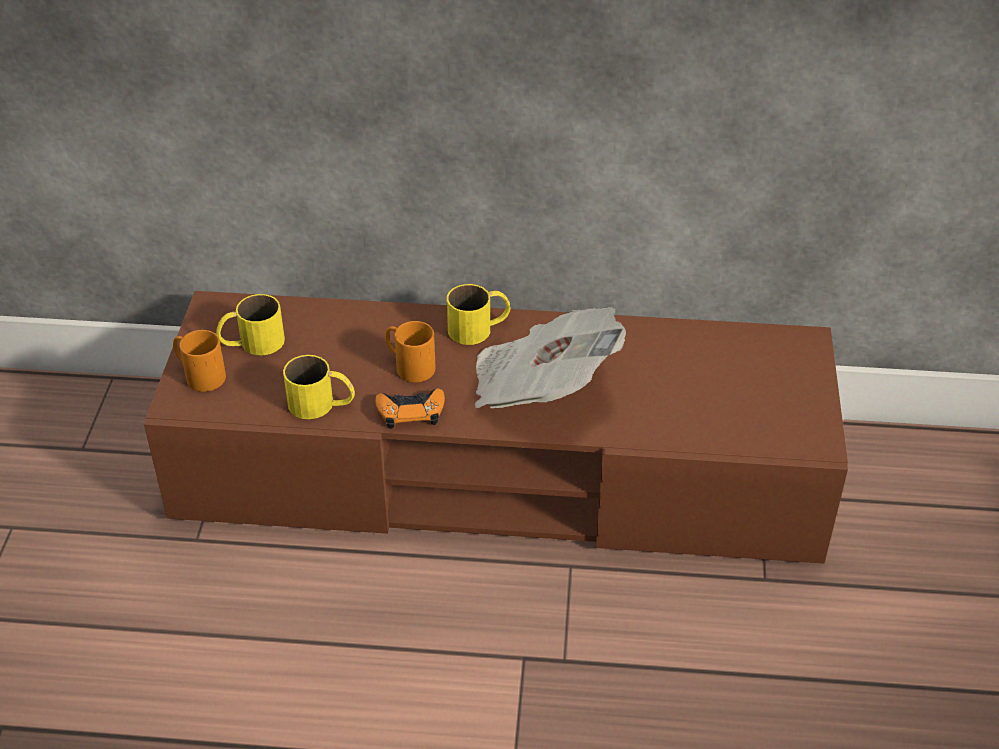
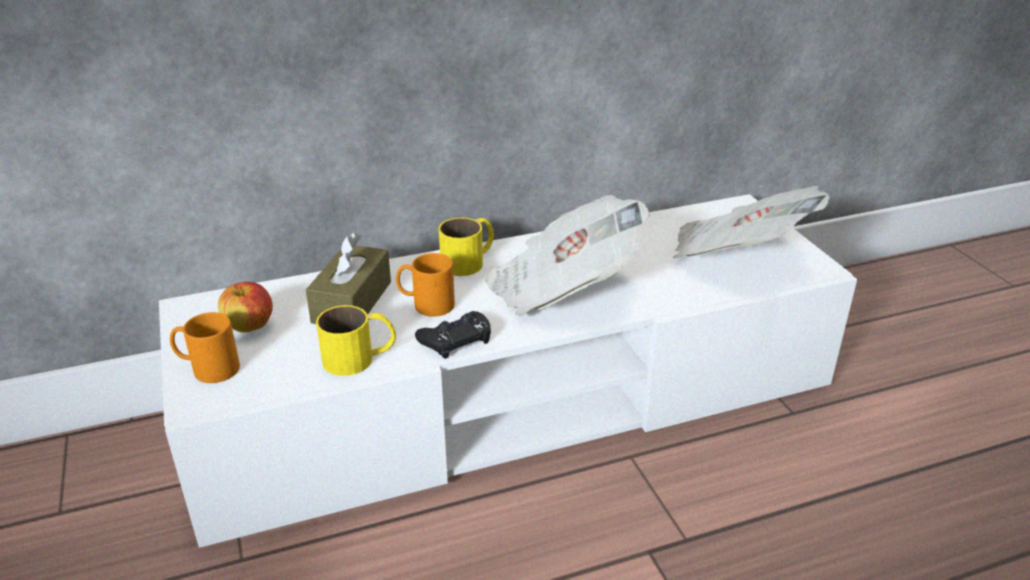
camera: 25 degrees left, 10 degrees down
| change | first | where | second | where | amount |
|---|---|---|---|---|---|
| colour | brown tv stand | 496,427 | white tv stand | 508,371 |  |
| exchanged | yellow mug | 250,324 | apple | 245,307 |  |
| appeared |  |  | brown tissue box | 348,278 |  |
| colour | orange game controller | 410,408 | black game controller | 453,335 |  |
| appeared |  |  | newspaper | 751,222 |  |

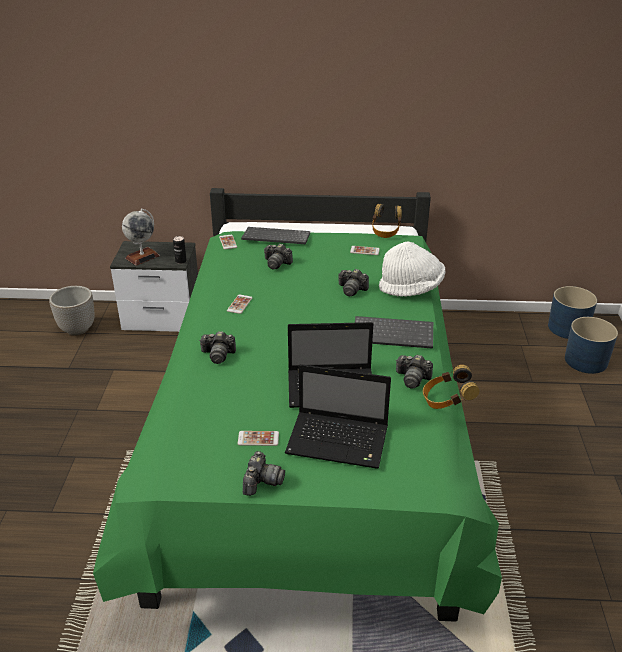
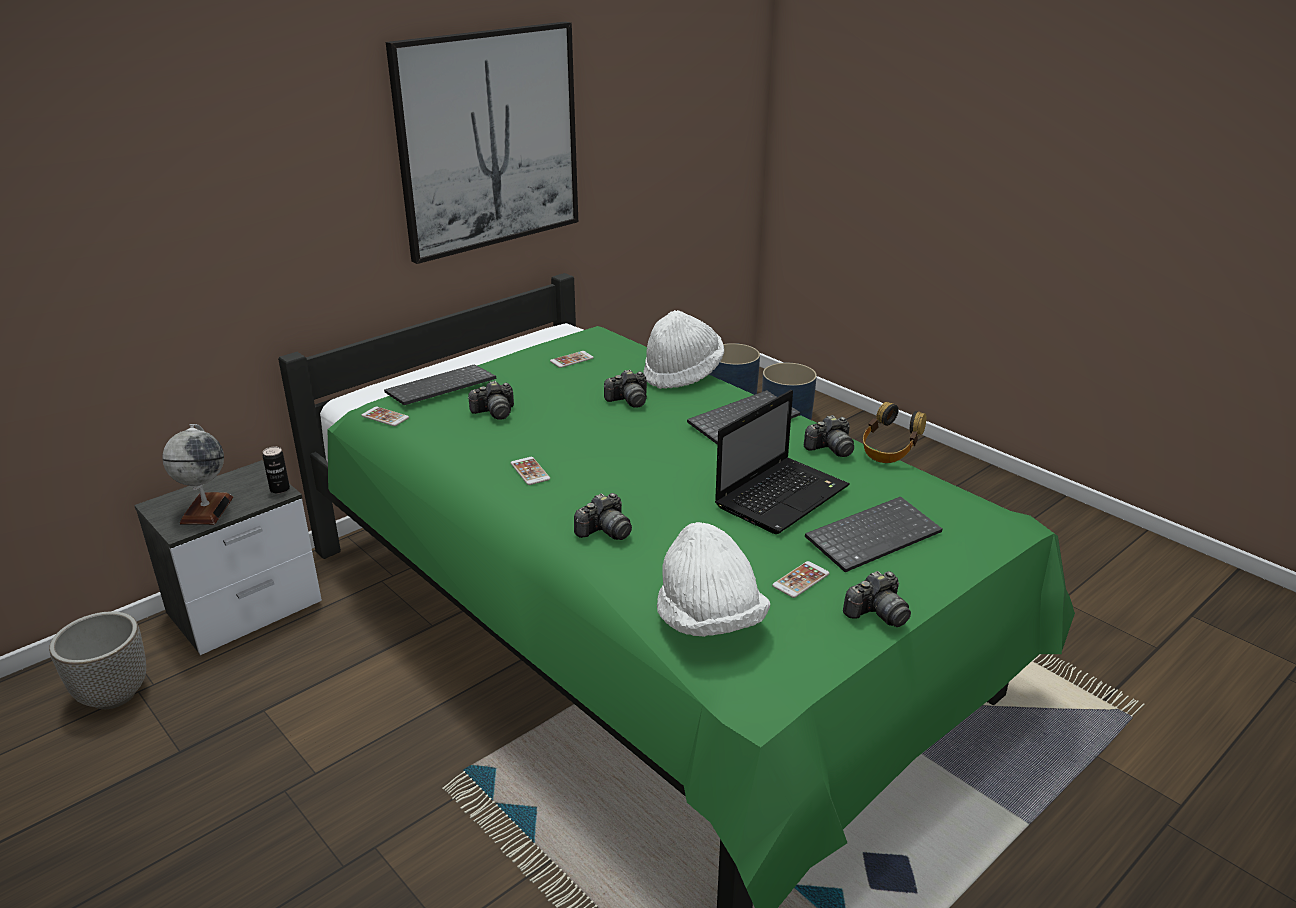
camera: 45 degrees left, 5 degrees down
| change | first | where | second | where | amount |
|---|---|---|---|---|---|
| appeared |  |  | picture | 482,143 |  |
| appeared |  |  | white hat | 713,579 |  |
| exchanged | laptop | 338,416 | keyboard | 874,534 |  |
| spun | photo camera | 264,473 |  | 877,599 | 90 degrees clockwise |
| missing | headphones | 387,221 |  |  |  |

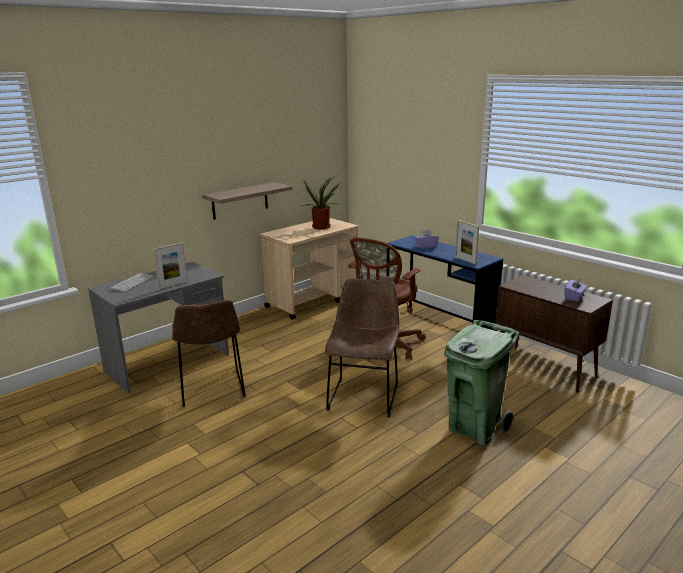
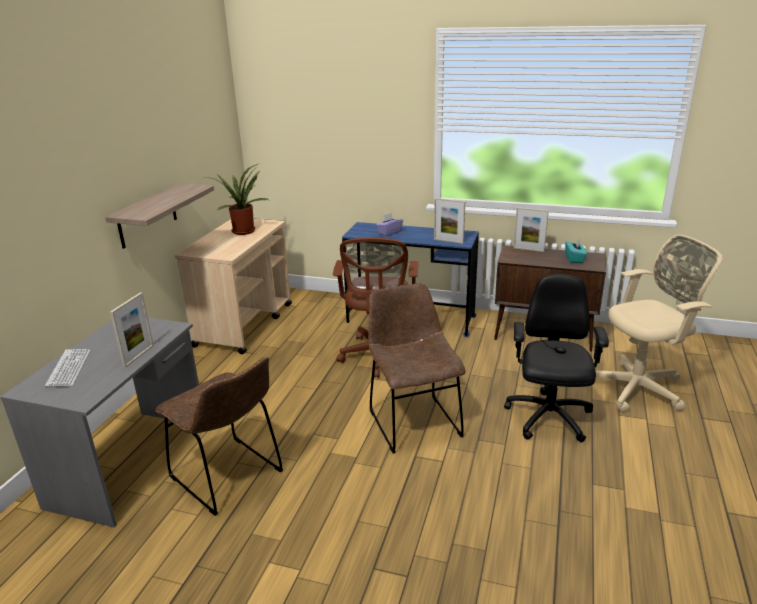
camera: 30 degrees left, 5 degrees up
| change | first | where | second | where | amount |
|---|---|---|---|---|---|
| exchanged | green trash can | 482,383 | black office chair | 556,358 |  |
| appeared |  |  | picture frame | 531,229 |  |
| colour | purple tissue box | 575,290 | turquoise tissue box | 576,251 |  |
| appeared |  |  | beige office chair | 659,324 |  |

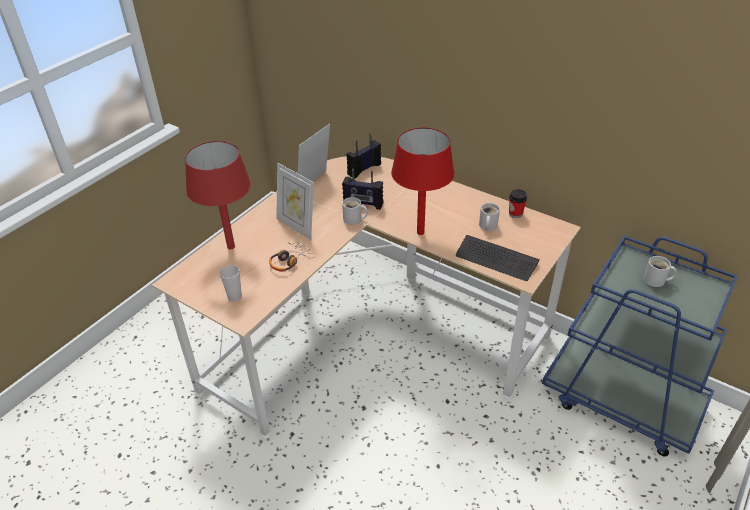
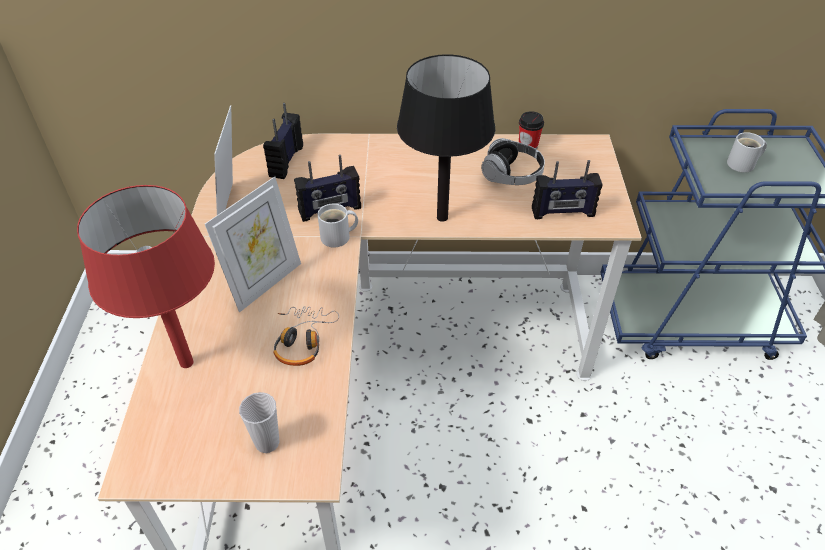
camera: 35 degrees left, 5 degrees up
| change | first | where | second | where | amount |
|---|---|---|---|---|---|
| spun | picture frame | 295,201 |  | 253,244 | 60 degrees counterclockwise |
| colour | red table lamp | 422,181 | black table lamp | 446,138 |  |
| exchanged | white mug | 489,217 | headphones | 513,161 |  |
| exchanged | keyboard | 498,258 | radio | 567,189 |  |

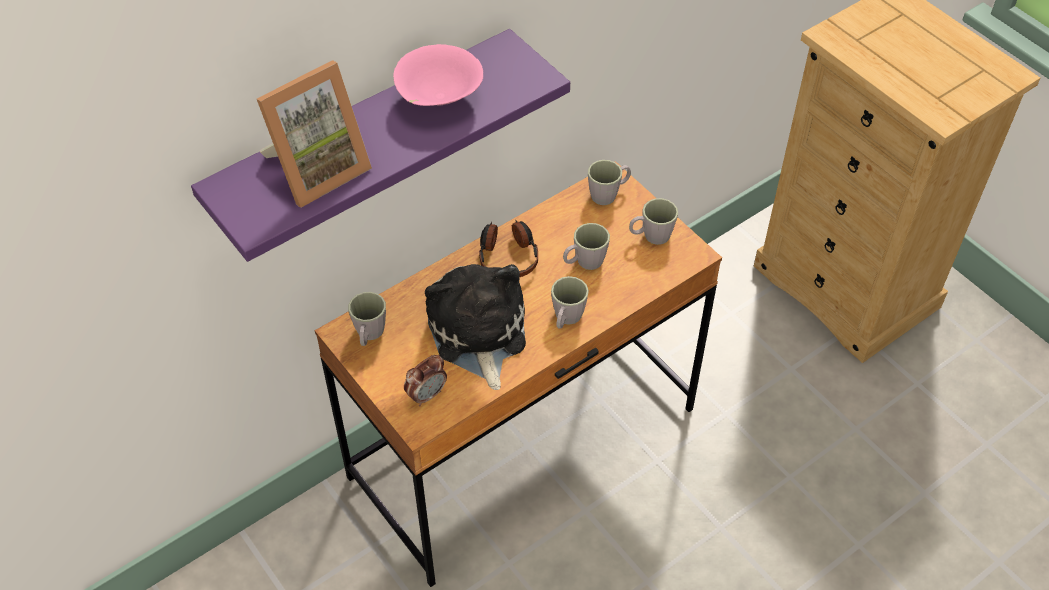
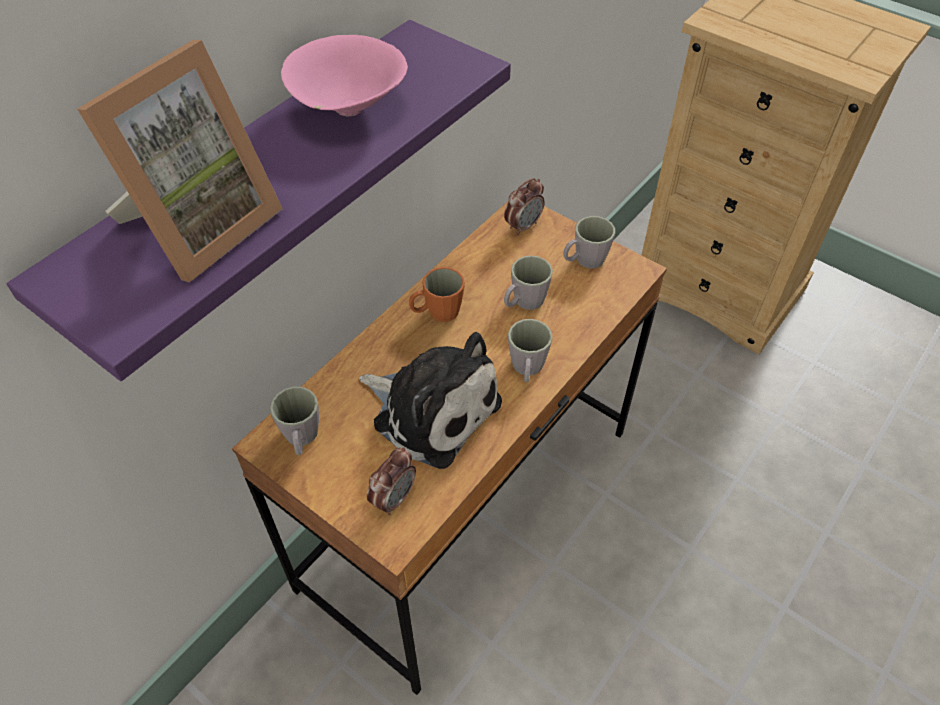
camera: 15 degrees left, 0 degrees up
| change | first | where | second | where | amount |
|---|---|---|---|---|---|
| spun | plush toy | 475,327 |  | 430,400 | 150 degrees clockwise |
| exchanged | headphones | 508,248 | orange mug | 437,294 |  |
| exchanged | grey mug | 609,182 | alarm clock | 524,207 |  |

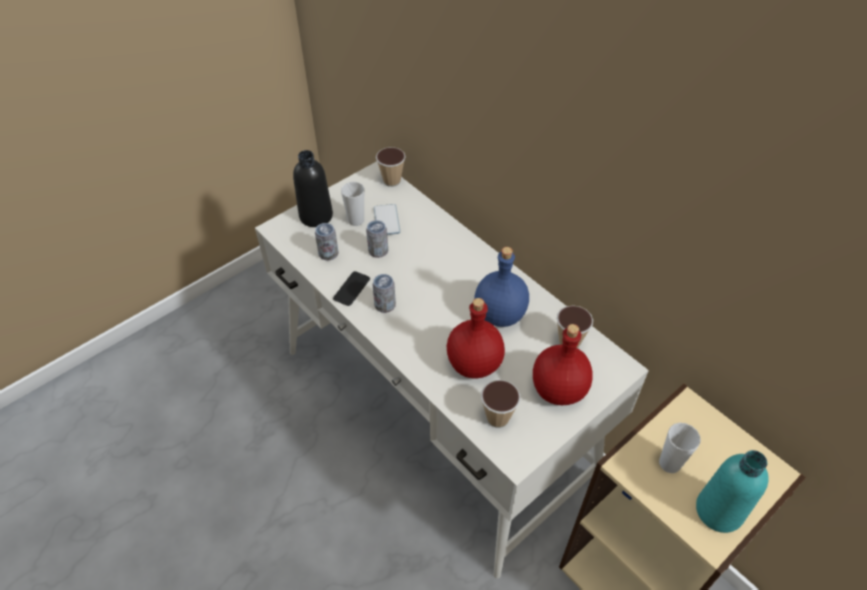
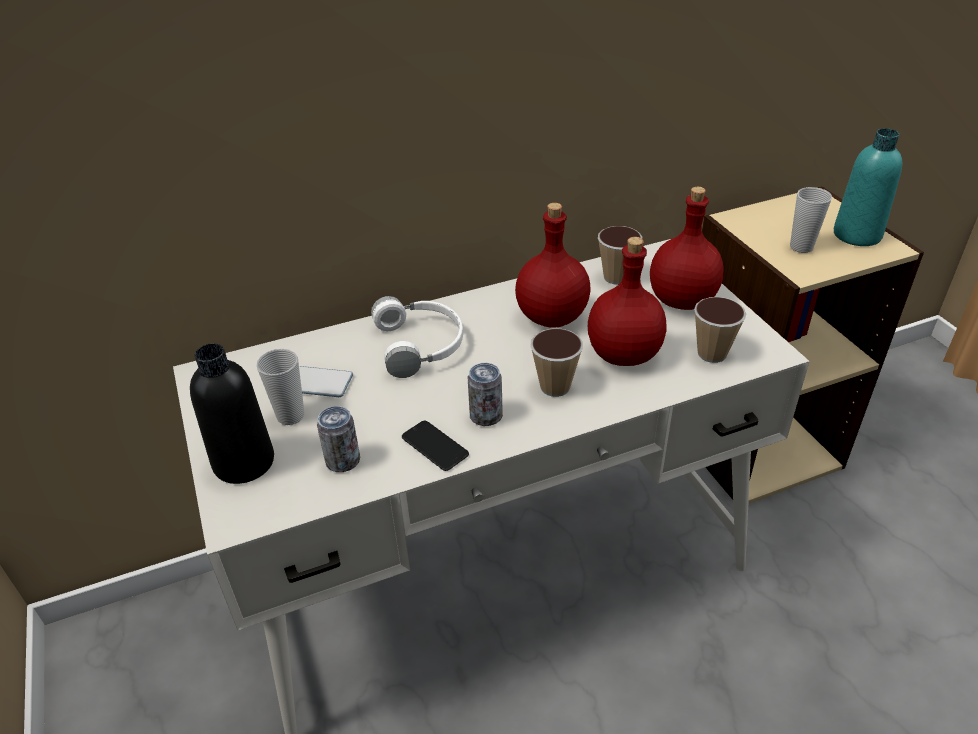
camera: 70 degrees left, 10 degrees down
| change | first | where | second | where | amount |
|---|---|---|---|---|---|
| appeared |  |  | white headphones | 417,337 |  |
| colour | blue bottle | 501,287 | red bottle | 553,265 |  |
| relocated | cup | 391,167 |  | 556,362 |  |
| missing | can | 377,239 |  |  |  |

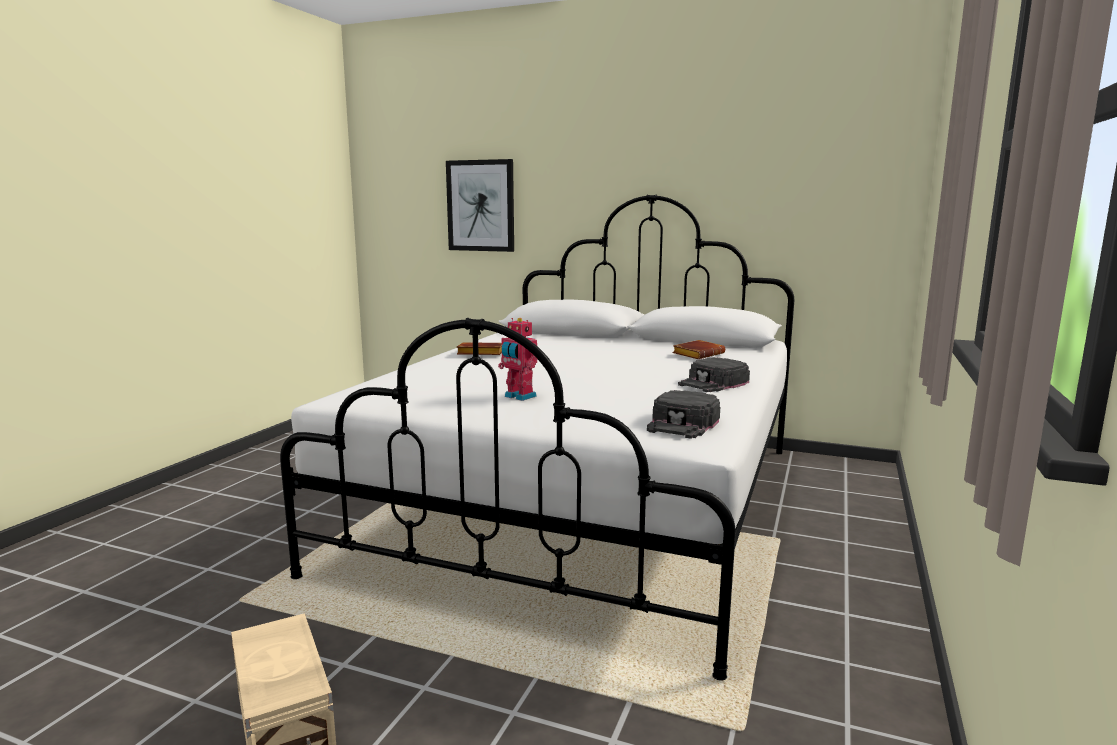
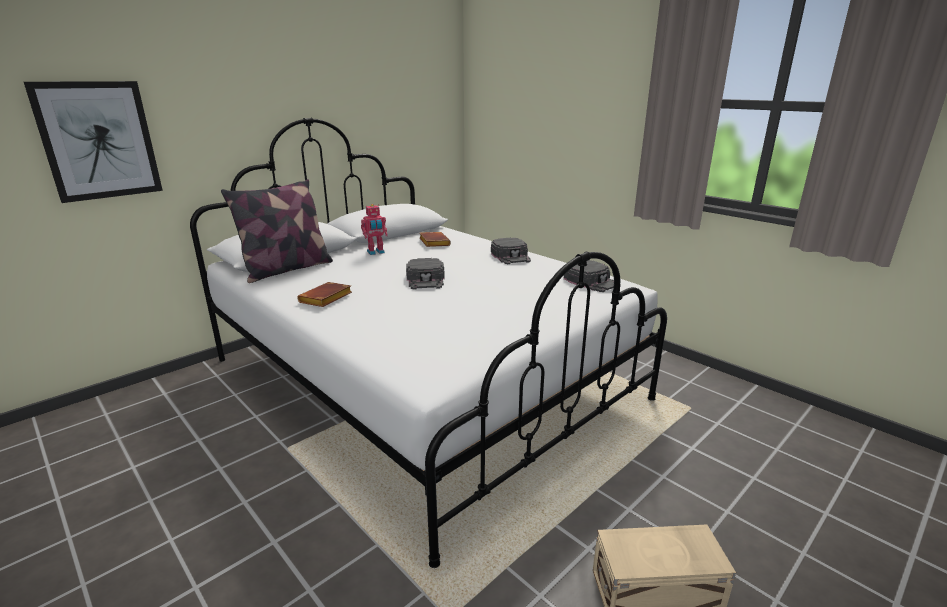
camera: 65 degrees left, 10 degrees up
| change | first | where | second | where | amount |
|---|---|---|---|---|---|
| appeared |  |  | pillow | 277,231 |  |
| relocated | toy robot | 518,359 |  | 374,229 |  |
| appeared |  |  | black cap | 425,274 |  |

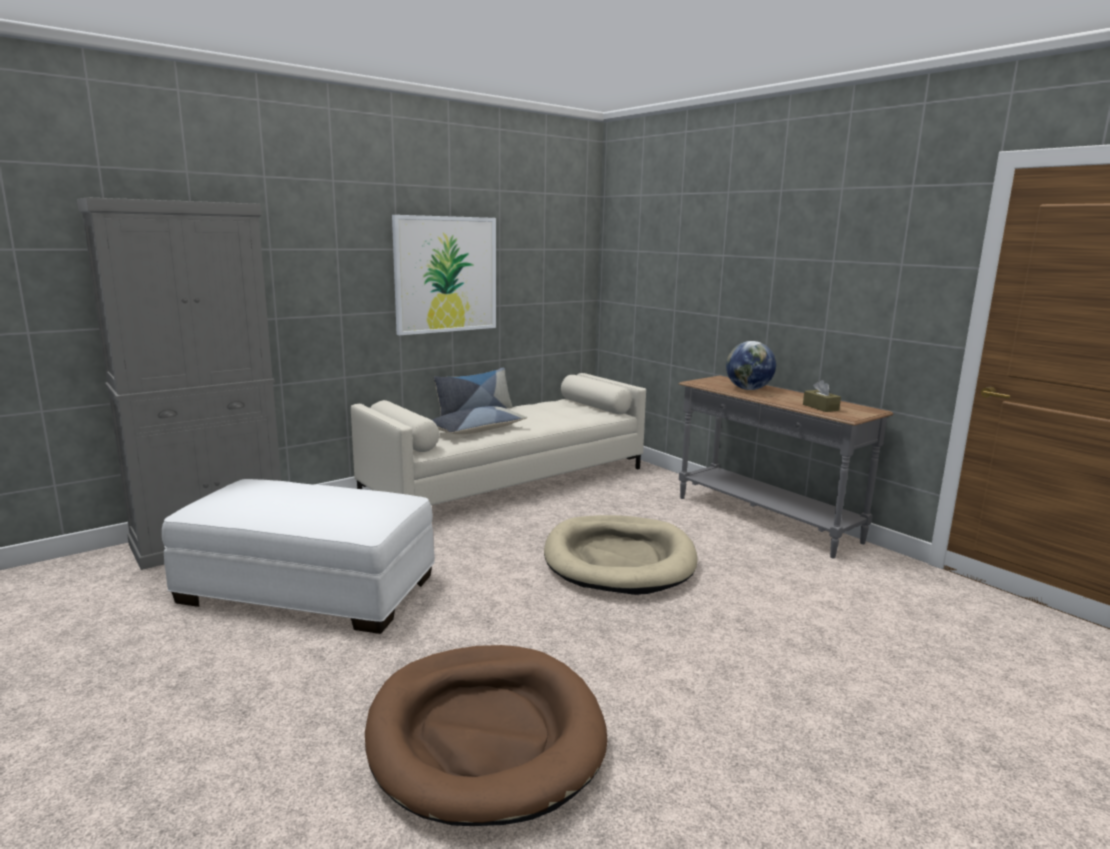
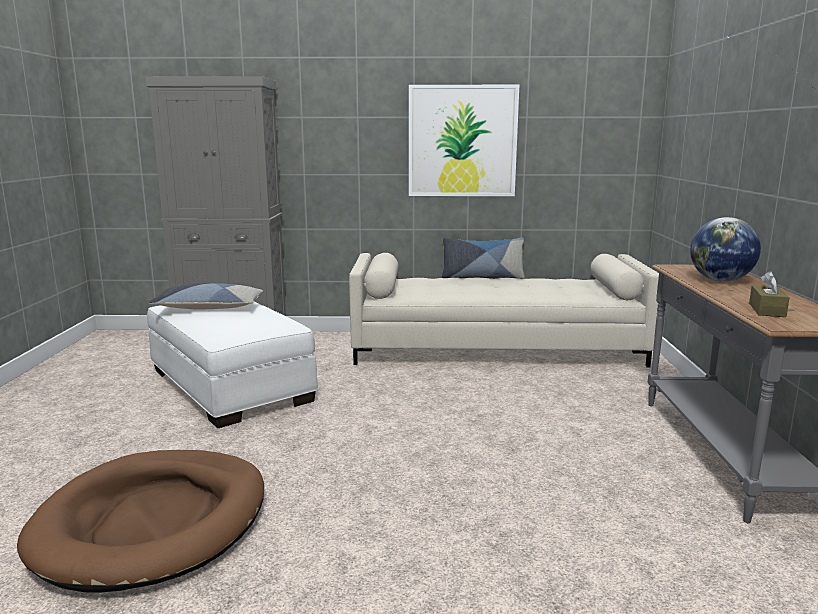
camera: 40 degrees right, 0 degrees up
| change | first | where | second | where | amount |
|---|---|---|---|---|---|
| relocated | pillow | 479,420 |  | 206,296 |  |
| missing | beige dog bed | 621,555 |  |  |  |

